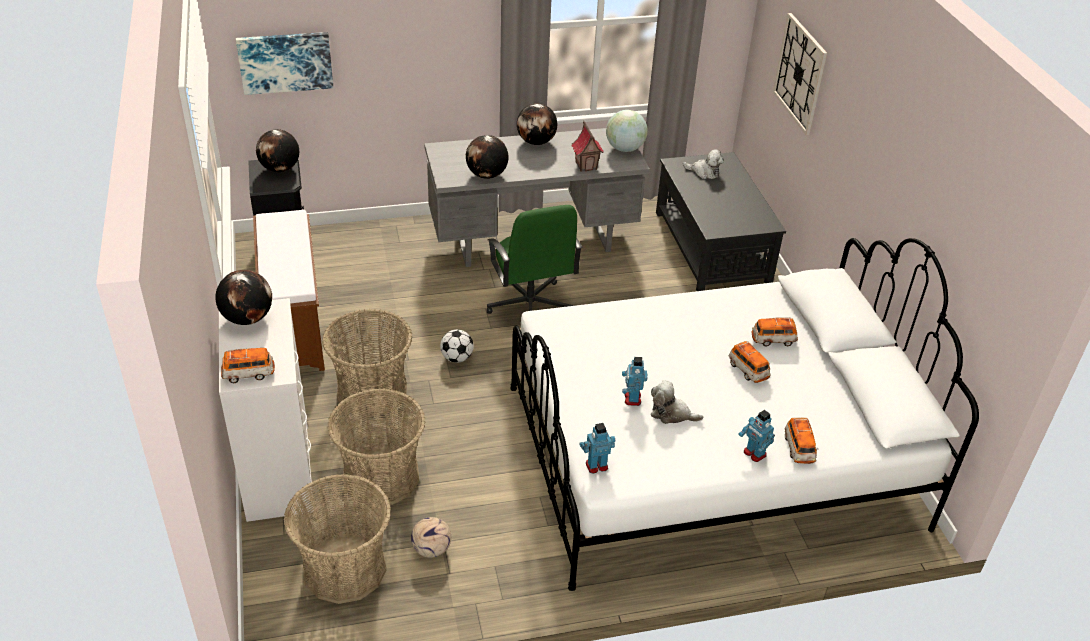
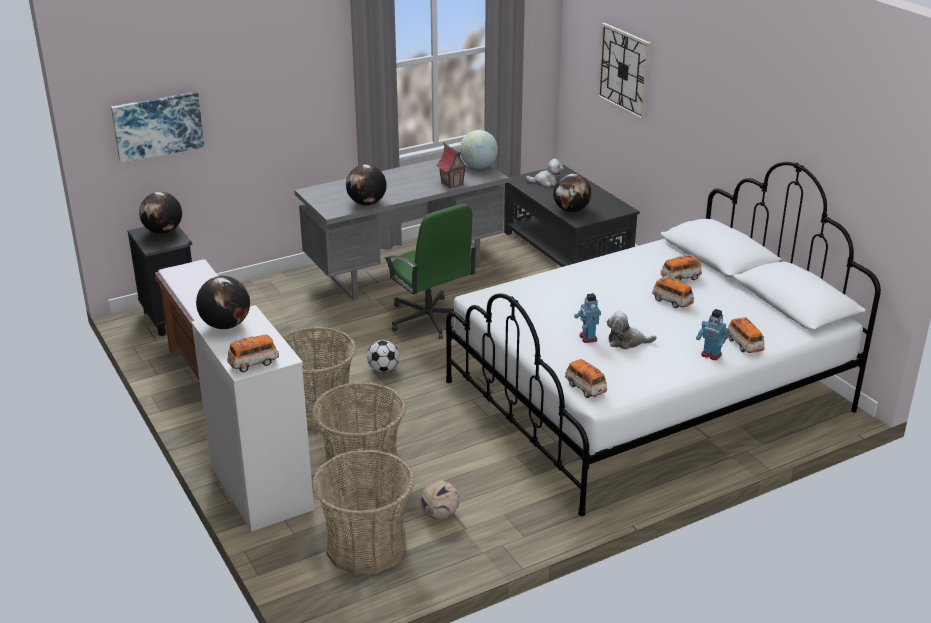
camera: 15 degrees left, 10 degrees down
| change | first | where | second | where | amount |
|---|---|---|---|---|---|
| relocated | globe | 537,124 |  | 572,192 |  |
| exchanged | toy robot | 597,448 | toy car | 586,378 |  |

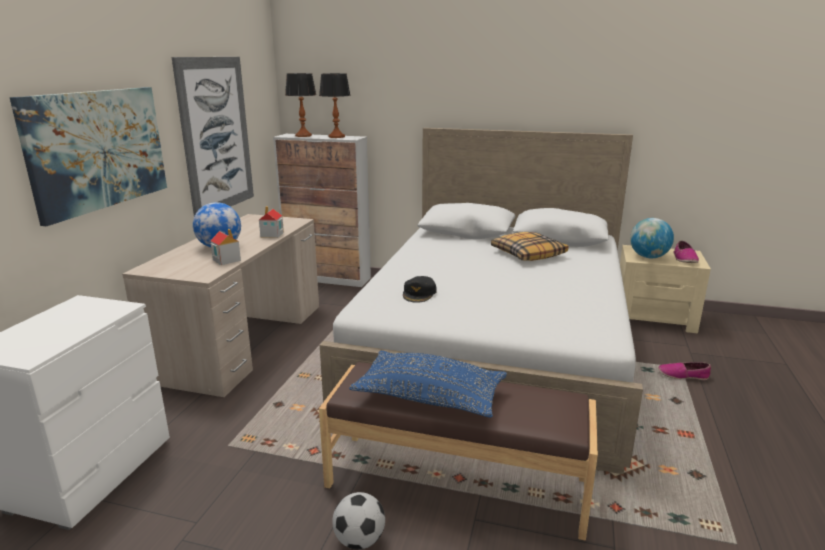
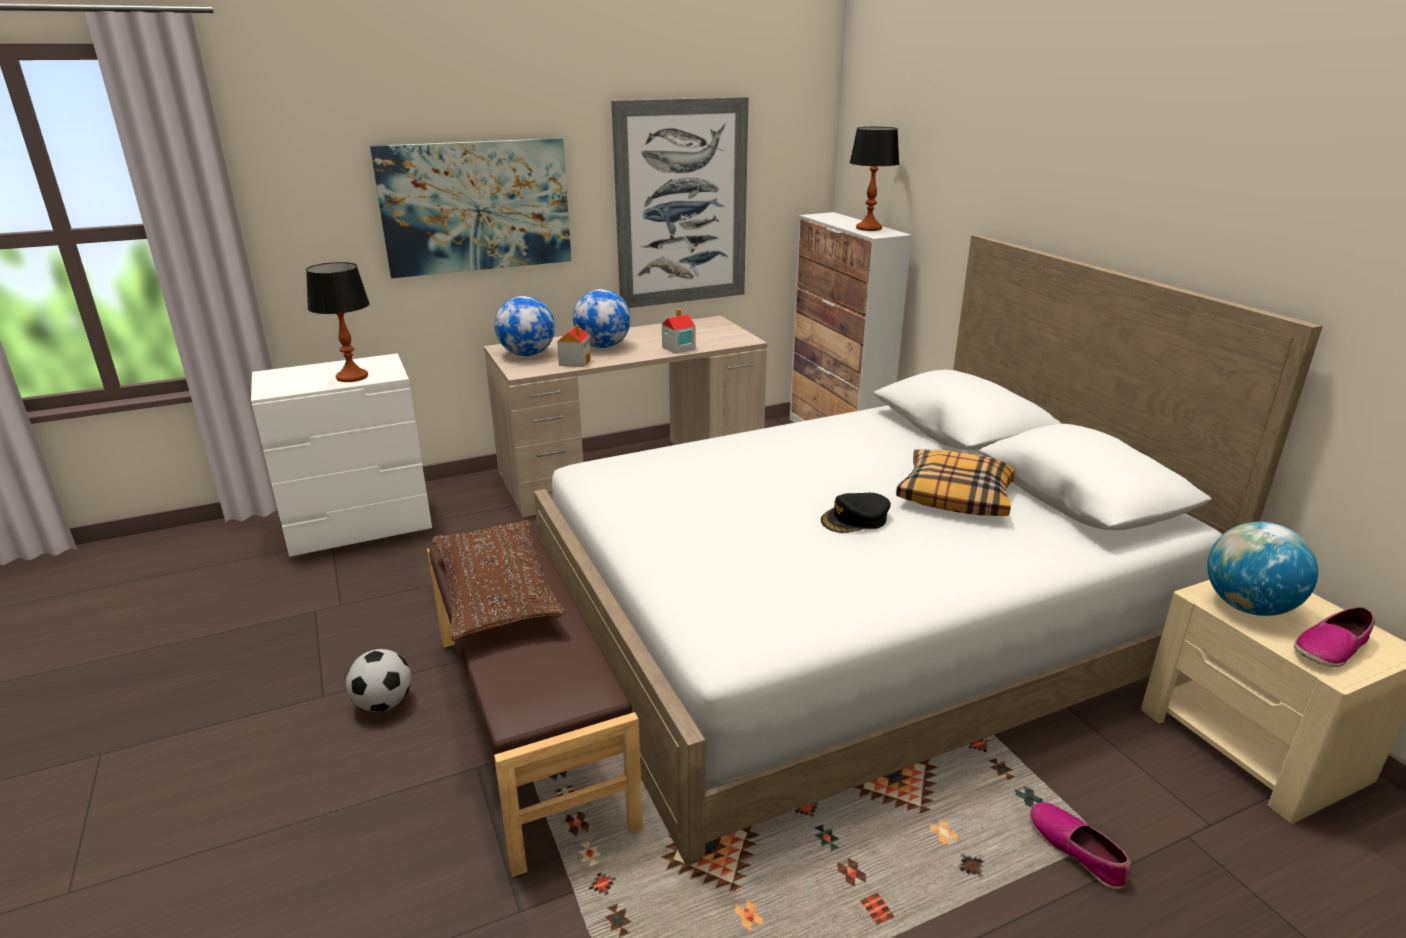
camera: 50 degrees right, 5 degrees up
| change | first | where | second | where | amount |
|---|---|---|---|---|---|
| relocated | table lamp | 300,105 |  | 338,322 |  |
| colour | blue pillow | 428,384 | brown pillow | 498,580 |  |
| appeared |  |  | globe | 525,326 |  |
| relocated | black cap | 420,289 |  | 856,513 |  |

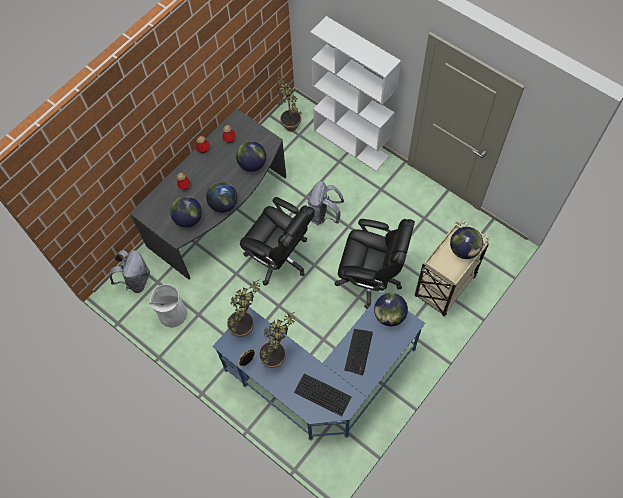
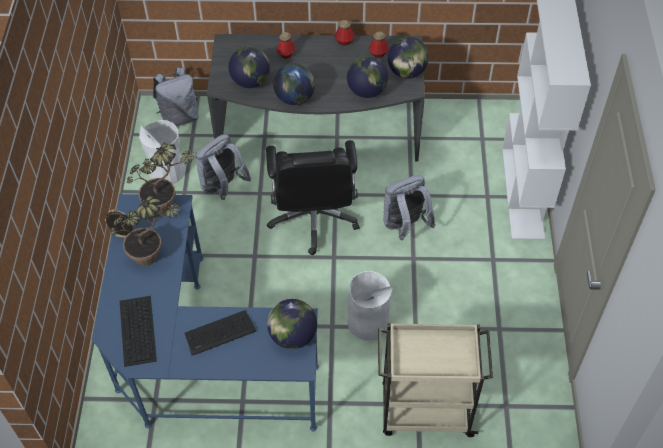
camera: 50 degrees right, 10 degrees down
| change | first | where | second | where | amount |
|---|---|---|---|---|---|
| appeared |  |  | grey backpack | 223,167 |  |
| exchanged | black office chair | 374,264 | white trash can | 369,306 |  |
| relocated | globe | 466,243 |  | 408,58 |  |
| missing | potted plant | 289,102 |  |  |  |

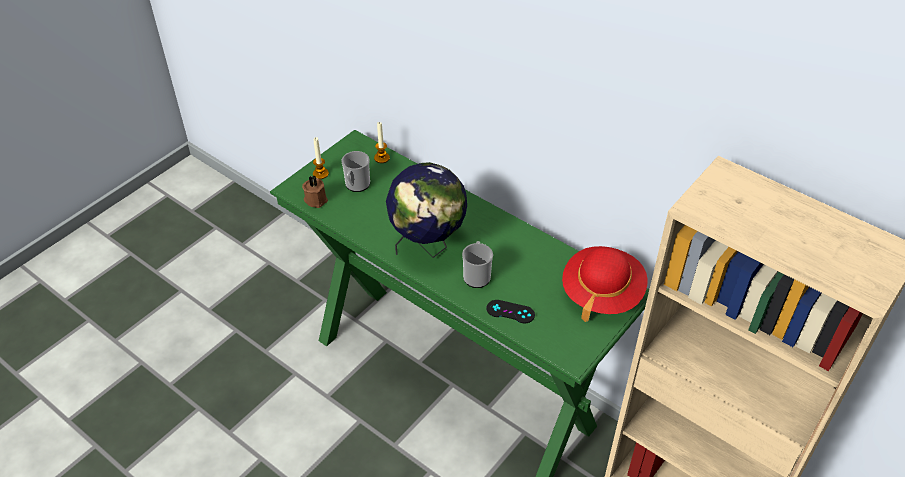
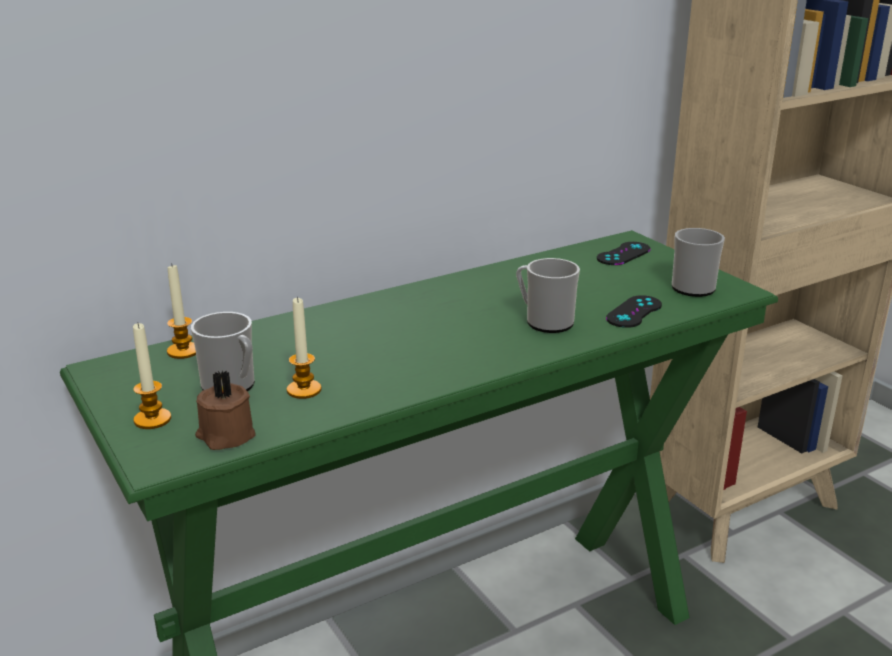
camera: 70 degrees left, 20 degrees down
| change | first | where | second | where | amount |
|---|---|---|---|---|---|
| appeared |  |  | candle | 304,347 |  |
| exchanged | red hat | 605,284 | black game controller | 624,253 |  |
| appeared |  |  | mug | 698,262 |  |
| missing | globe | 426,210 |  |  |  |

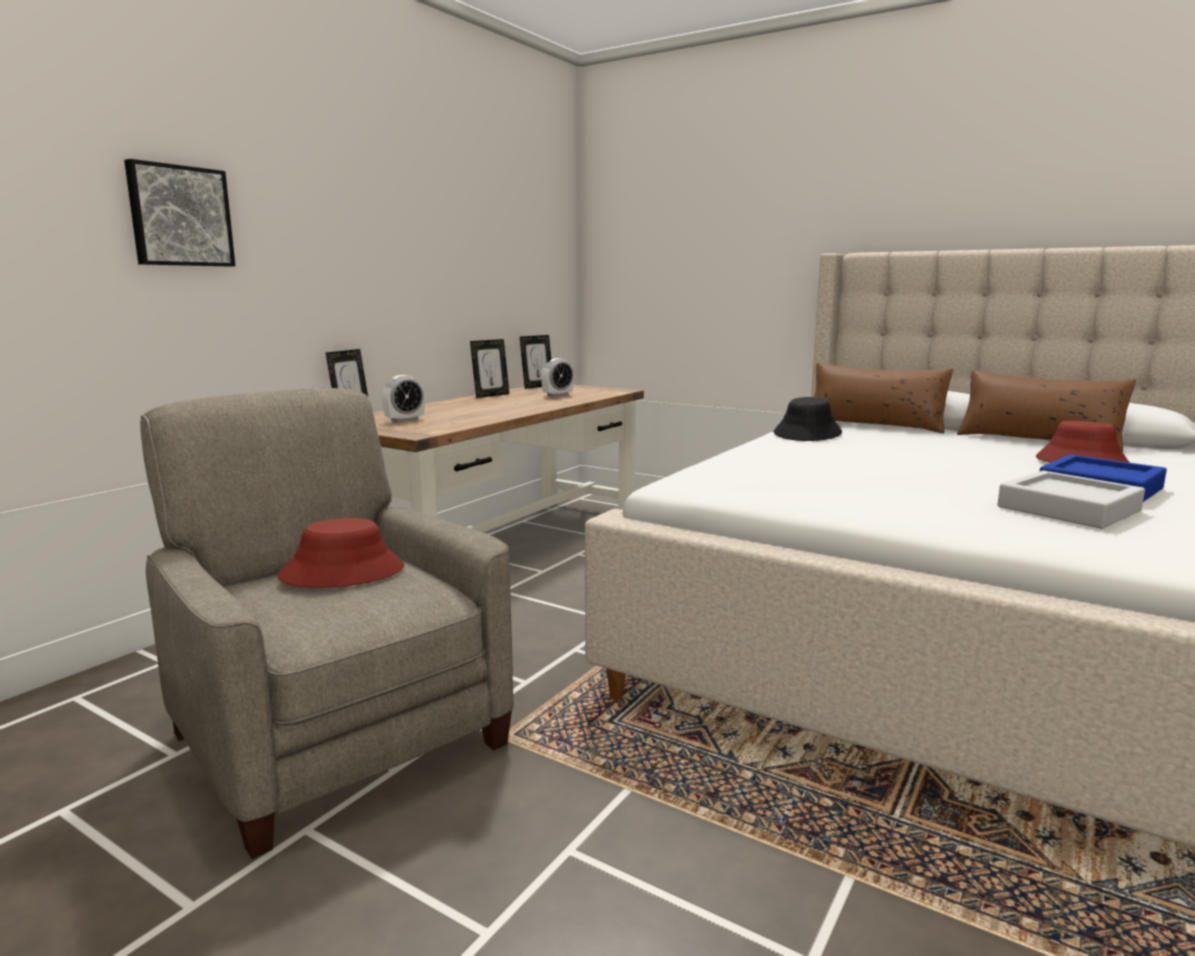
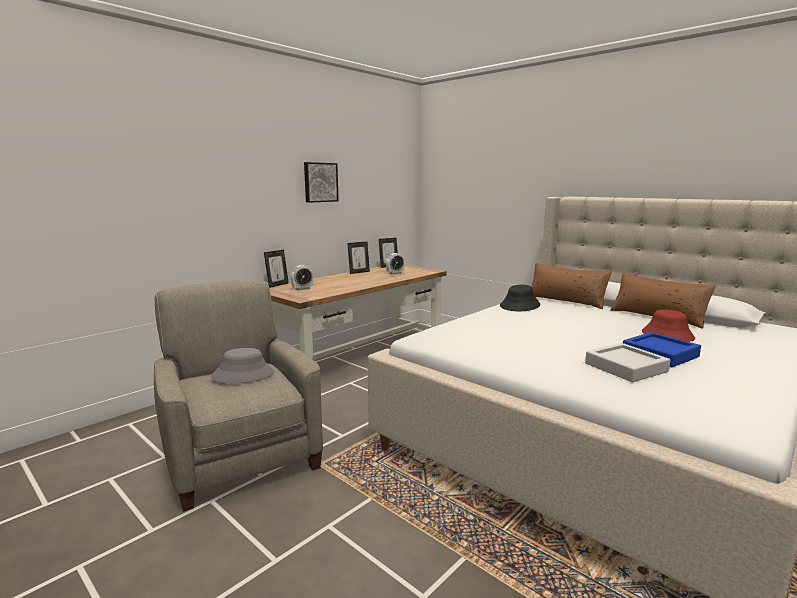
camera: 10 degrees right, 0 degrees up
| change | first | where | second | where | amount |
|---|---|---|---|---|---|
| colour | red hat | 340,553 | grey hat | 242,365 |  |
| relocated | picture | 179,212 |  | 321,182 |  |

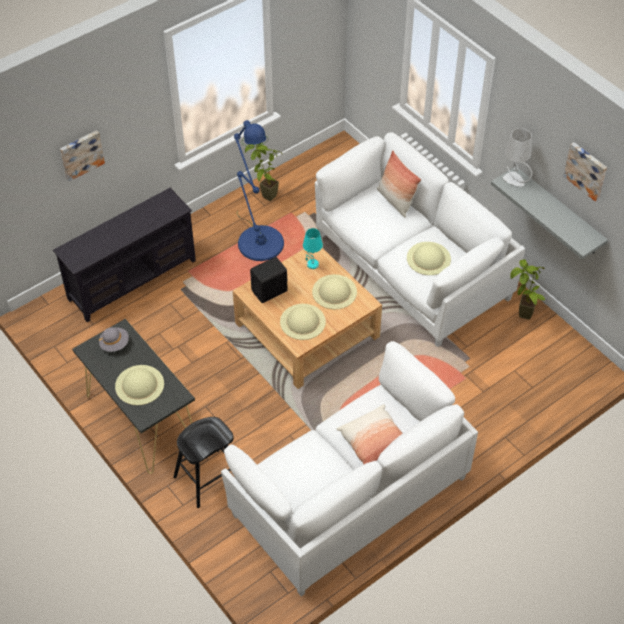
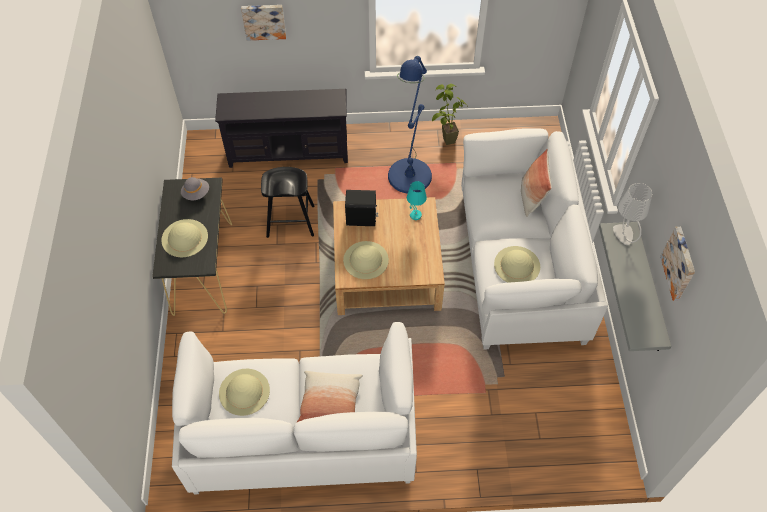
camera: 35 degrees right, 5 degrees up
| change | first | where | second | where | amount |
|---|---|---|---|---|---|
| relocated | beige hat | 334,291 |  | 244,392 |  |
| relocated | black stool | 203,462 |  | 288,202 |  |
| missing | potted plant | 527,290 |  |  |  |

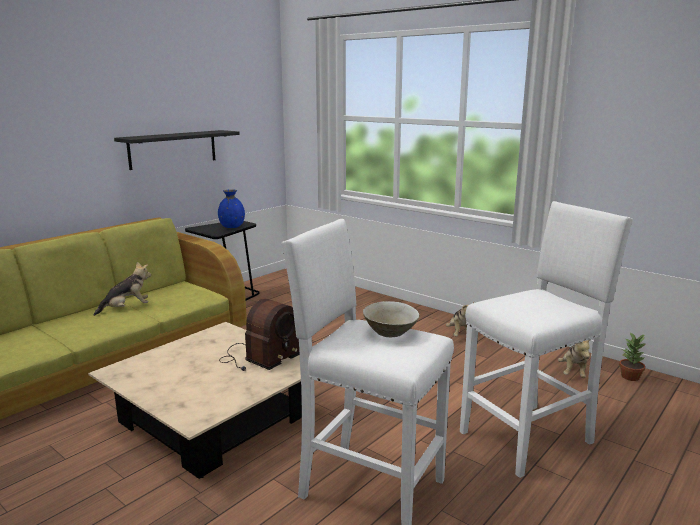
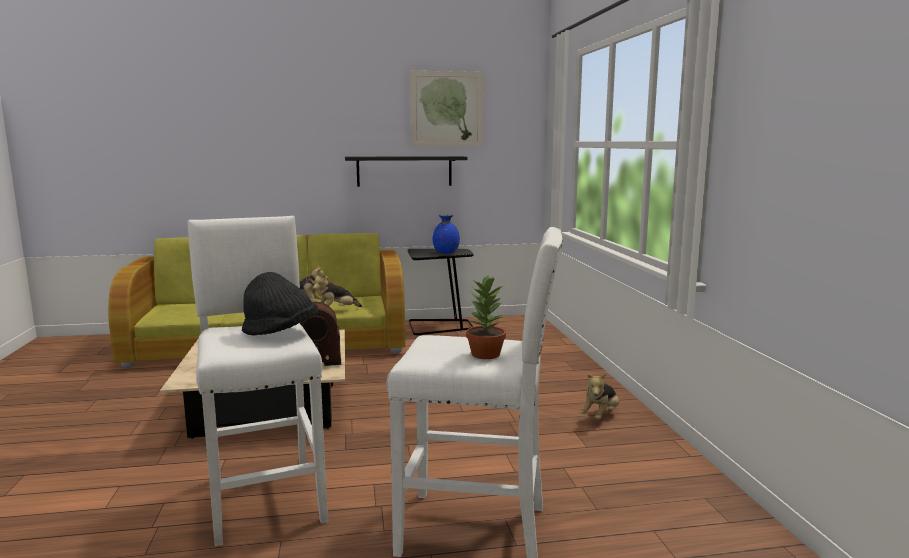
camera: 40 degrees right, 5 degrees down
| change | first | where | second | where | amount |
|---|---|---|---|---|---|
| exchanged | beige bowl | 391,319 | black hat | 280,303 |  |
| relocated | plush toy | 574,359 |  | 337,290 |  |
| appeared |  |  | picture | 447,109 |  |
| relocated | potted plant | 632,356 |  | 486,317 |  |

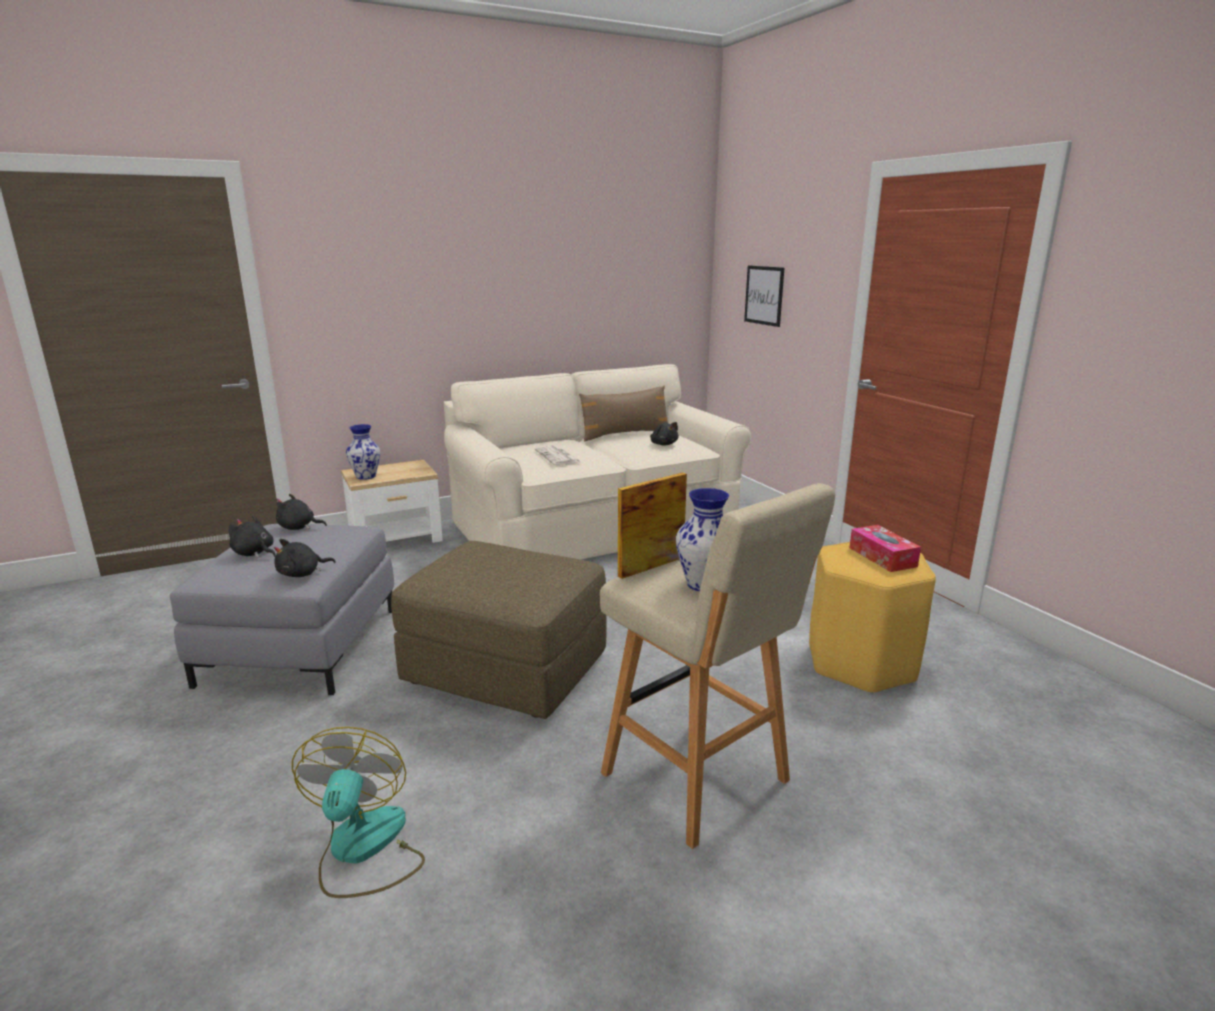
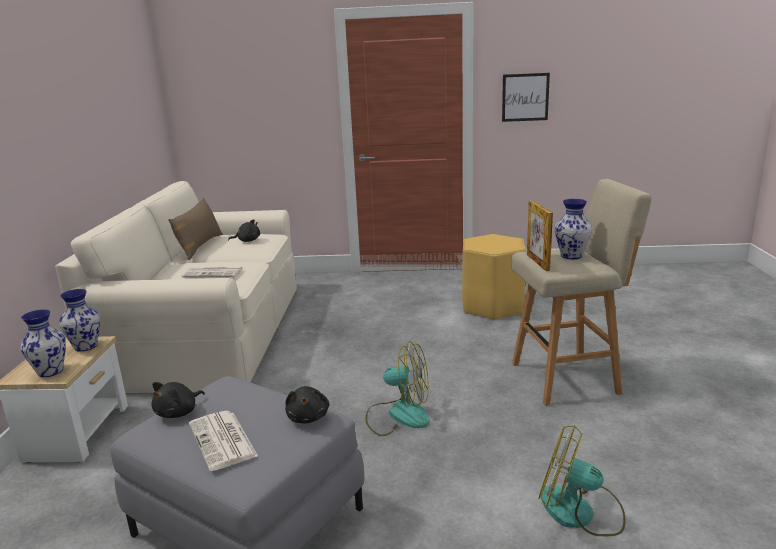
camera: 60 degrees left, 0 degrees up
| change | first | where | second | where | amount |
|---|---|---|---|---|---|
| appeared |  |  | vase | 79,320 |  |
| exchanged | black plush toy | 252,536 | newspaper | 223,441 |  |
| exchanged | brown ottoman | 499,630 | fan | 398,388 |  |
| relocated | picture | 764,296 |  | 526,97 |  |
| missing | tissue box | 885,548 |  |  |  |

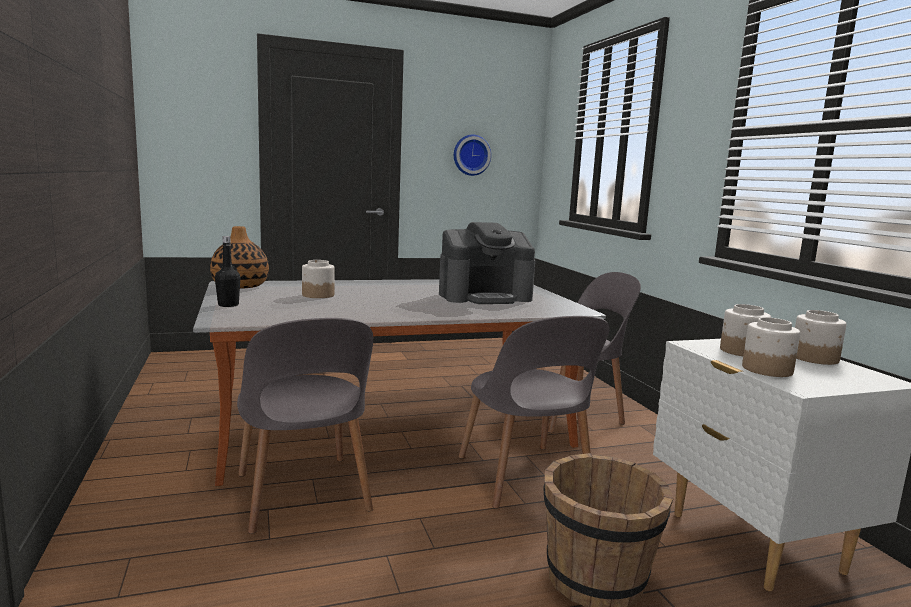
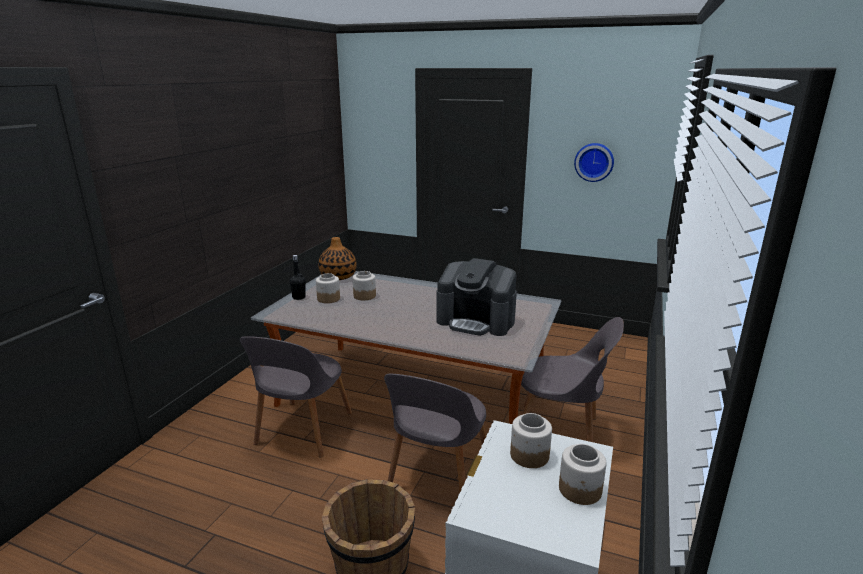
camera: 40 degrees right, 10 degrees up
| change | first | where | second | where | amount |
|---|---|---|---|---|---|
| relocated | jar | 771,347 |  | 328,288 |  |

